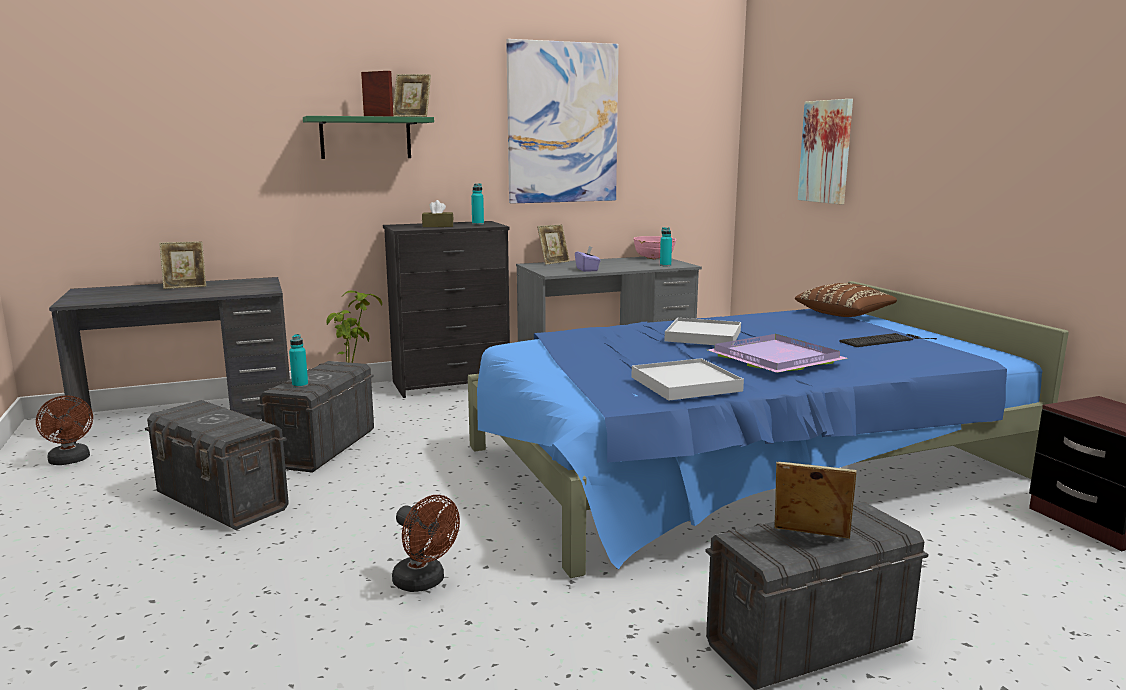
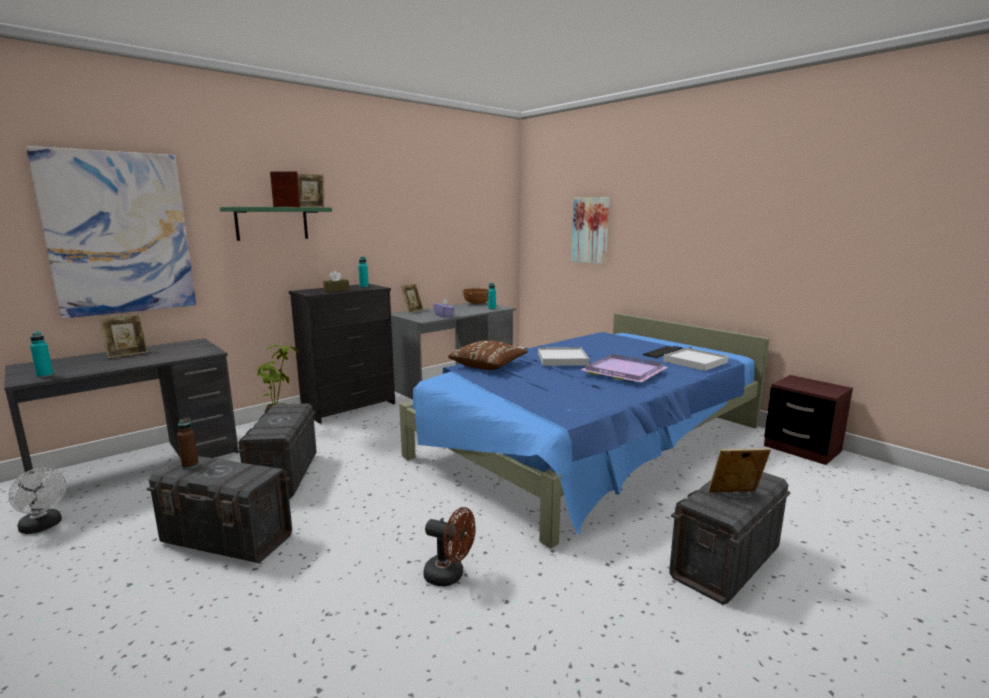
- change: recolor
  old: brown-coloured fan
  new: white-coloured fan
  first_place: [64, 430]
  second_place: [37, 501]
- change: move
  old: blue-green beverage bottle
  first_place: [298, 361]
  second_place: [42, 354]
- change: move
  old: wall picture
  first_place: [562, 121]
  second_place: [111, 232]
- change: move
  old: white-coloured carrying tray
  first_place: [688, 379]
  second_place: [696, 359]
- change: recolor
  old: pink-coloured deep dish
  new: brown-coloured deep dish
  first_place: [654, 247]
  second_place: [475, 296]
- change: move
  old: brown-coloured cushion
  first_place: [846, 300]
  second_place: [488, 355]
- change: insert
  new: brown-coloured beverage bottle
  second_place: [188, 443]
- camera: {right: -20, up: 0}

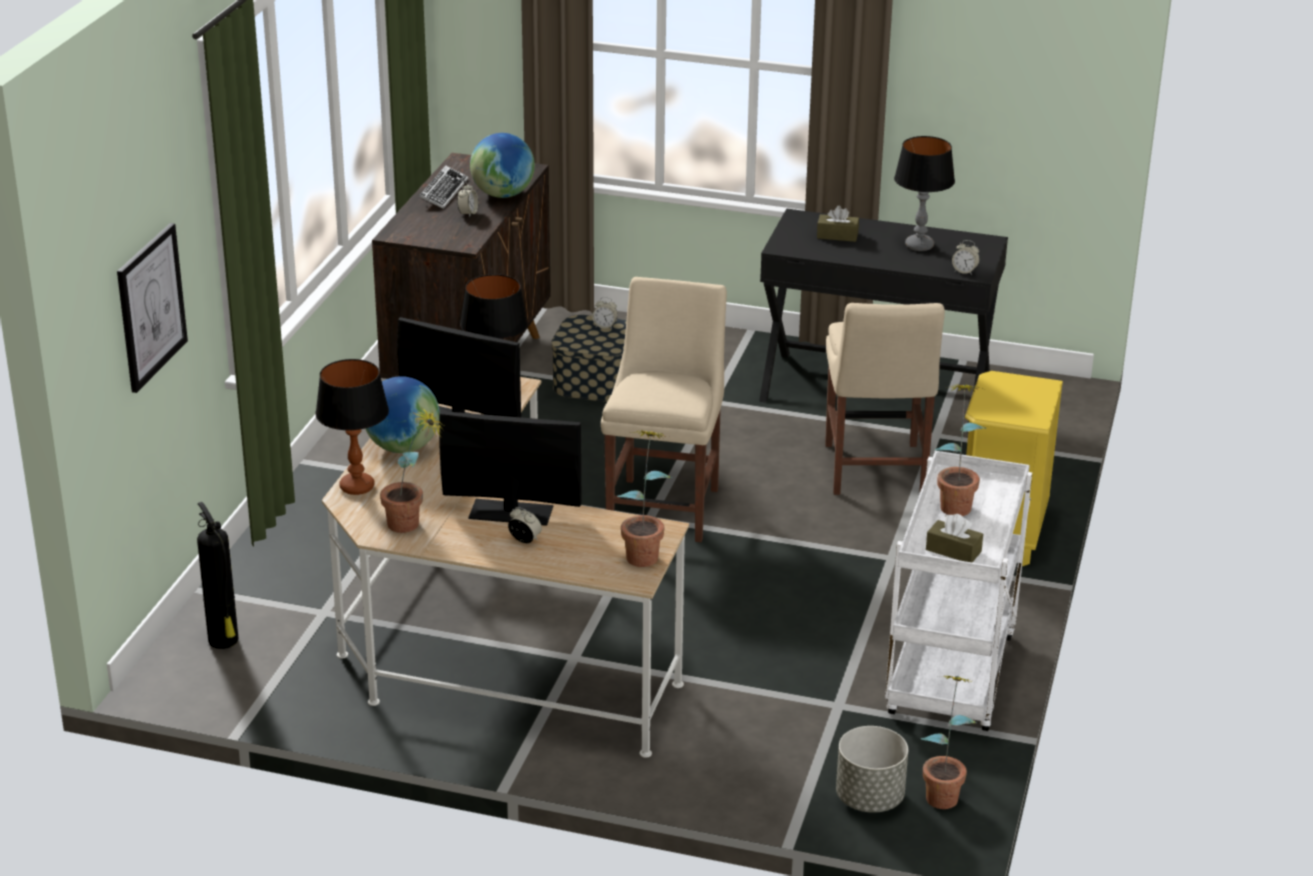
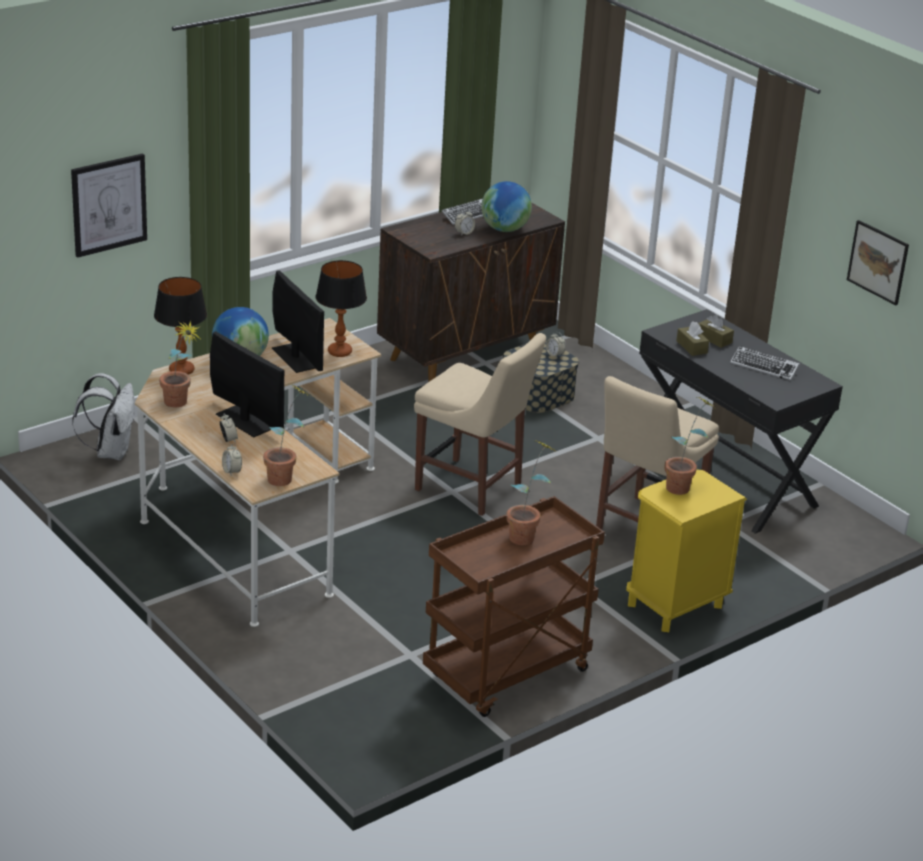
- change: replace
  old: extinguisher
  new: white-coloured backpack
  first_place: [218, 575]
  second_place: [103, 416]
- change: rotate
  old: beige-coloured chair
  first_place: [664, 409]
  second_place: [480, 424]
  degrees: 75
- change: delete
  old: greyish planter
  first_place: [872, 769]
- change: recolor
  old: white-coloured trolley
  new: brown-coloured trolley
  first_place: [958, 591]
  second_place: [514, 606]
- change: replace
  old: table lamp
  new: computer keyboard
  first_place: [924, 193]
  second_place: [764, 363]
- change: move
  old: houseplant
  first_place: [948, 742]
  second_place: [690, 446]
- change: move
  old: brown-coloured tissue box
  first_place: [954, 538]
  second_place: [692, 338]
- change: move
  old: bedside clock
  first_place: [966, 257]
  second_place: [232, 459]
- change: insert
  new: wall picture
  second_place: [878, 262]
- camera: {right: 35, up: 0}

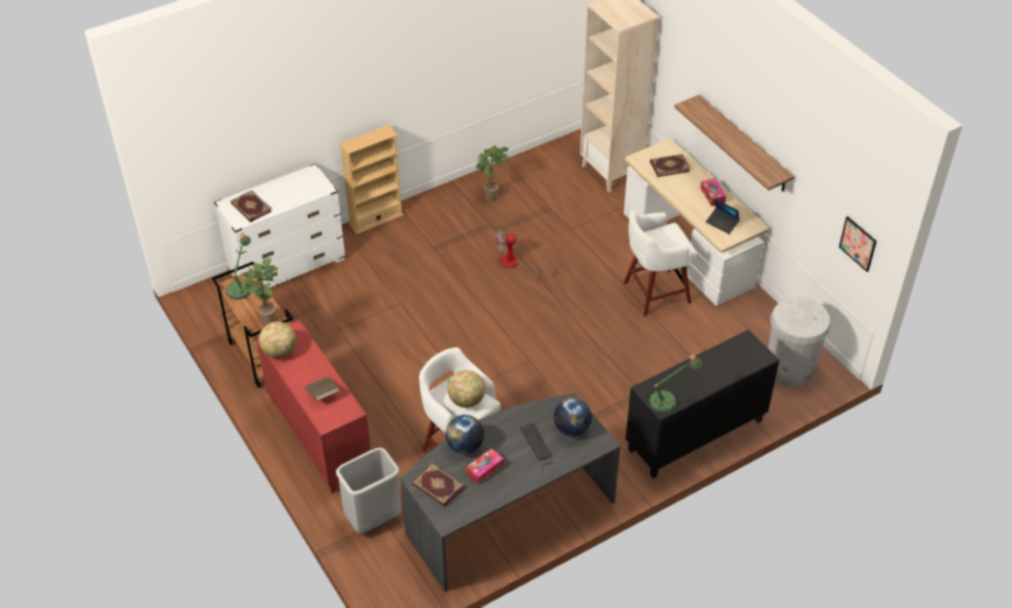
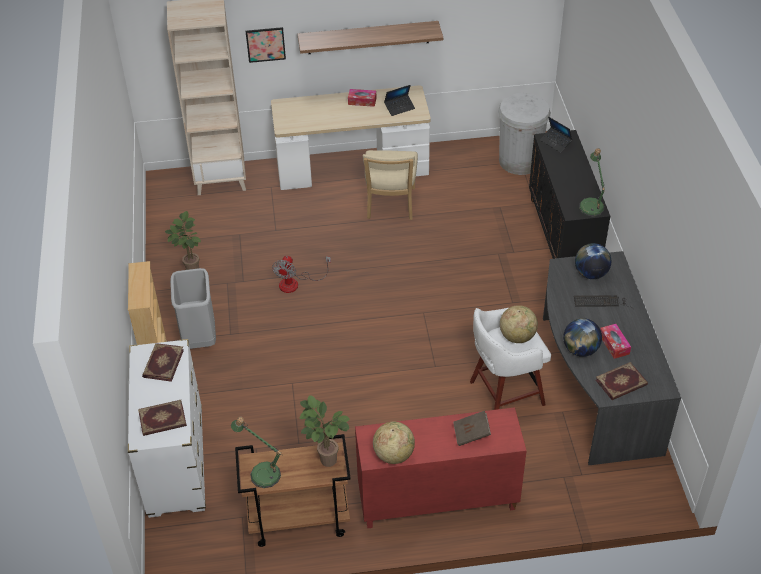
- change: move
  old: greyish trash can
  first_place: [369, 490]
  second_place: [193, 308]
- change: replace
  old: white-coloured stool seat
  new: beige-coloured chair
  first_place: [660, 263]
  second_place: [390, 185]
- change: move
  old: bound book
  first_place: [670, 165]
  second_place: [163, 362]
- change: move
  old: wall picture
  first_place: [858, 244]
  second_place: [266, 45]
- change: insert
  new: notebook computer
  second_place: [556, 134]
- camera: {right: -65, up: 0}

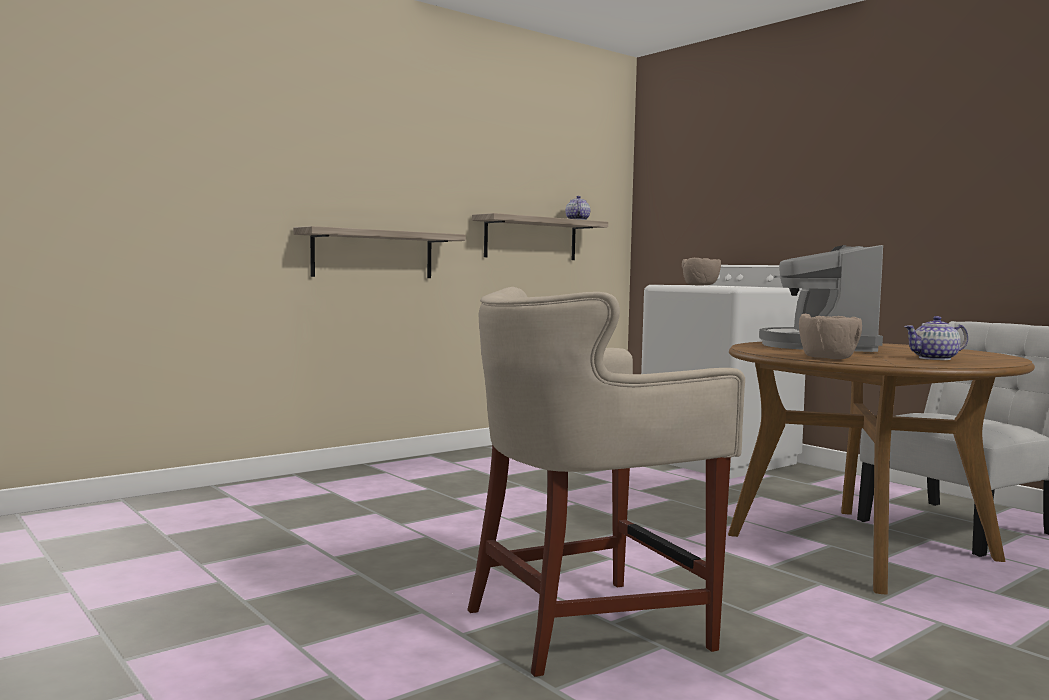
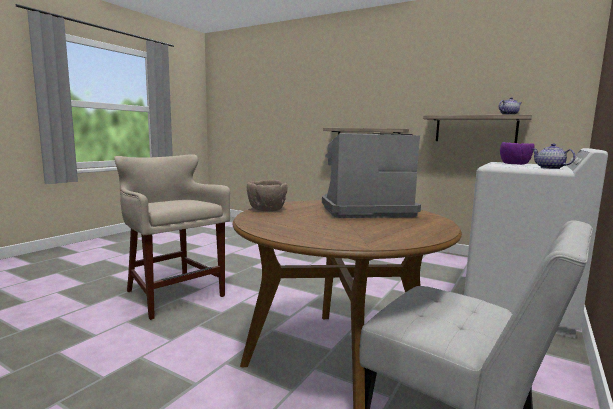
- change: recolor
  old: brown-coloured deep dish
  new: purple deep dish
  first_place: [701, 271]
  second_place: [517, 153]
- change: move
  old: teapot
  first_place: [936, 338]
  second_place: [554, 156]
- camera: {right: 70, up: 5}

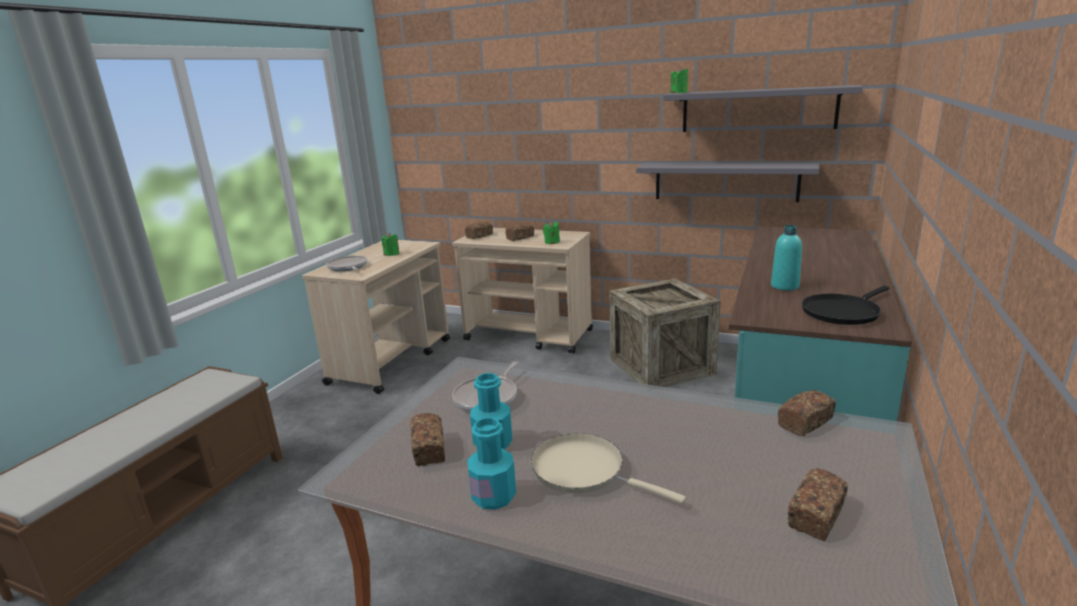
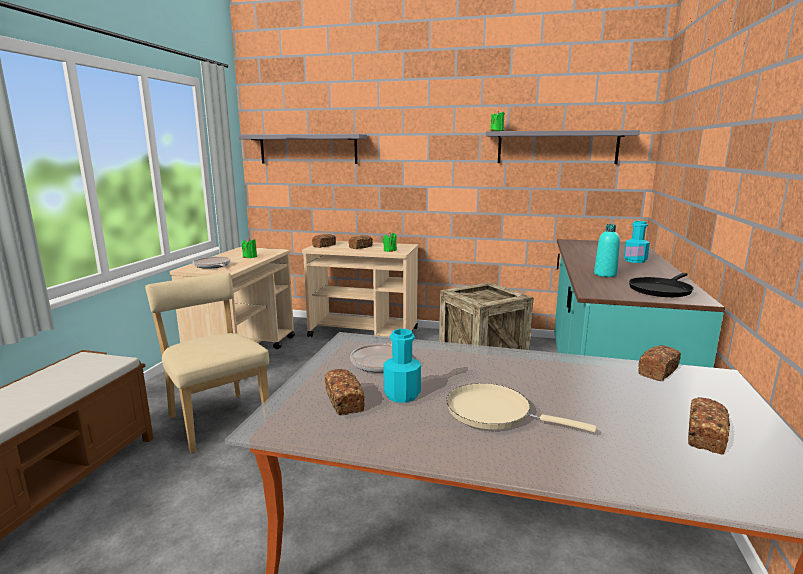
- change: move
  old: blue-green beverage bottle
  first_place: [491, 463]
  second_place: [637, 242]
- change: move
  old: greyish wall shelf
  first_place: [728, 182]
  second_place: [303, 149]
- change: insert
  new: beige-coloured chair
  second_place: [207, 363]
- camera: {right: -10, up: -5}

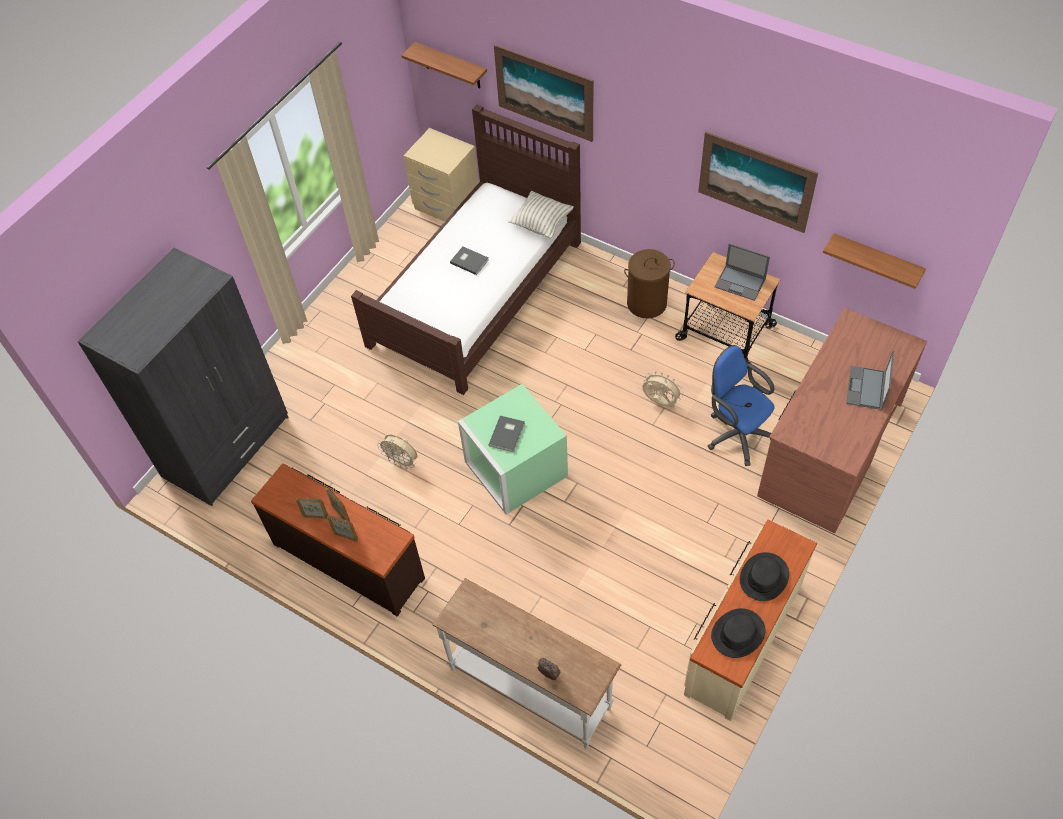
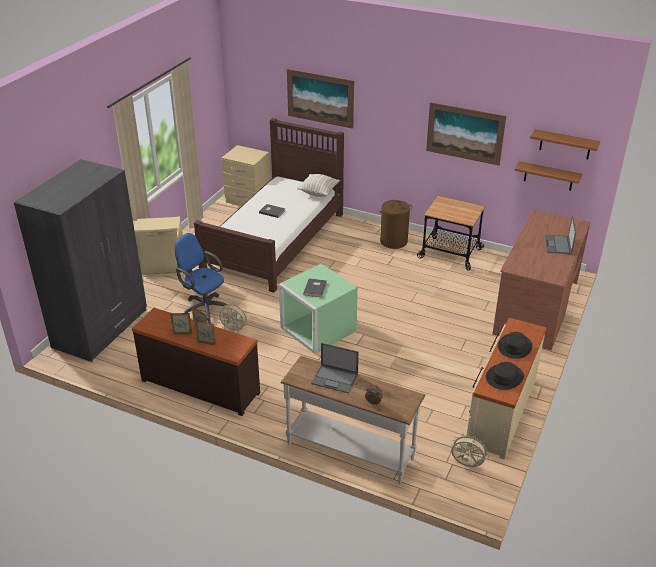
- change: move
  old: wall shelf
  first_place: [444, 65]
  second_place: [565, 144]
- change: move
  old: beige-coloured fan
  first_place: [663, 389]
  second_place: [470, 450]
- change: move
  old: bluish desk chair
  first_place: [741, 405]
  second_place: [203, 278]
- change: move
  old: notebook computer
  first_place: [742, 272]
  second_place: [335, 368]
- change: insert
  new: beige-coloured washing basket
  second_place: [159, 252]
- camera: {right: -10, up: -20}

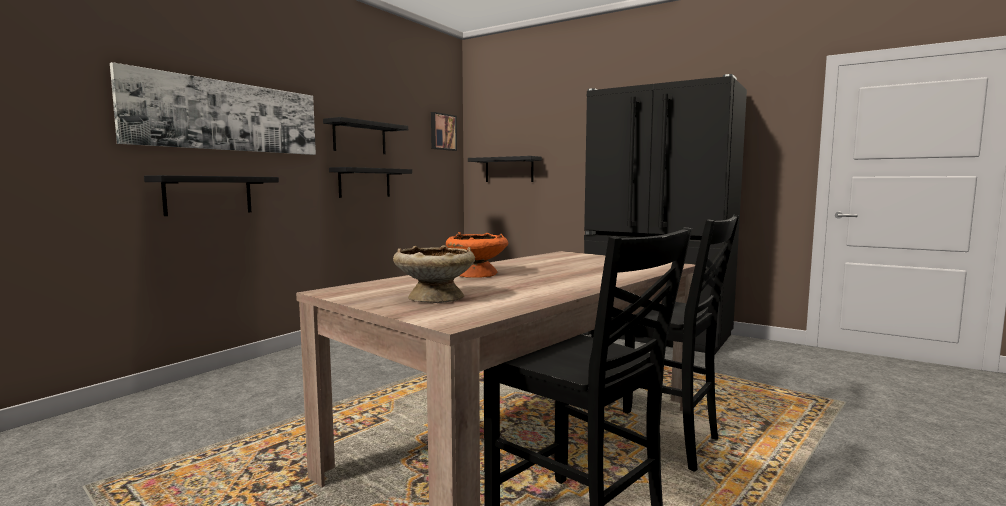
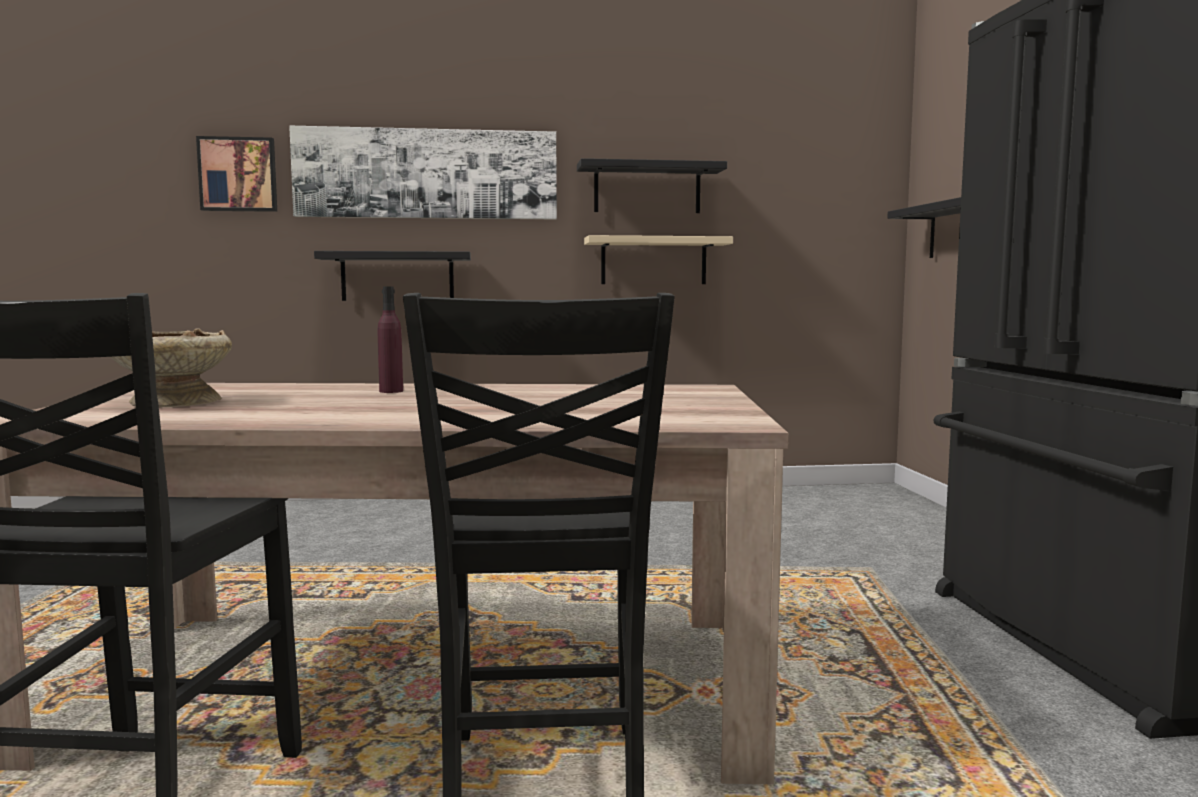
- change: recolor
  old: black-coloured wall shelf
  new: beige-coloured wall shelf
  first_place: [370, 182]
  second_place: [658, 259]
- change: move
  old: wall picture
  first_place: [444, 131]
  second_place: [236, 174]
- change: replace
  old: orangey deep dish
  new: purple beverage bottle
  first_place: [477, 255]
  second_place: [390, 340]
- camera: {right: 50, up: 0}

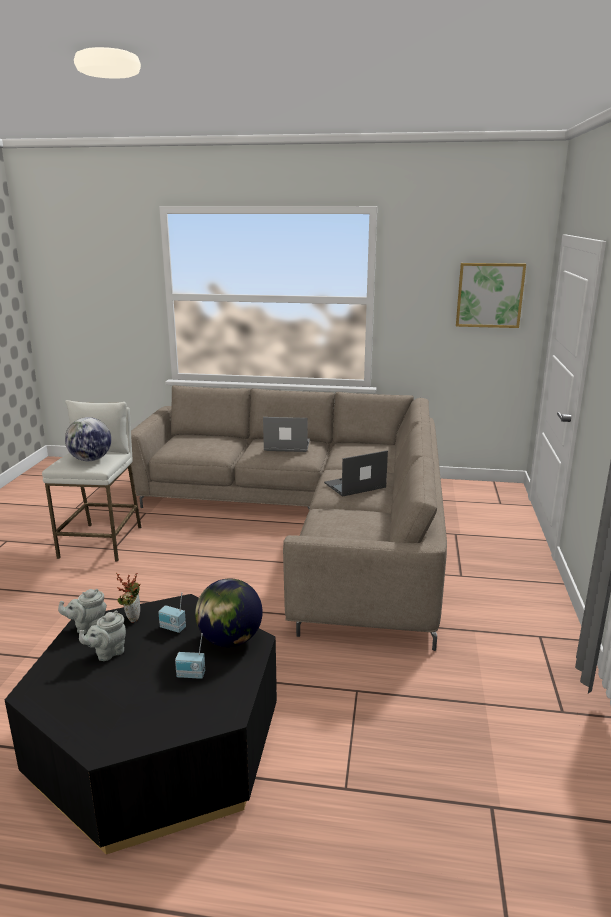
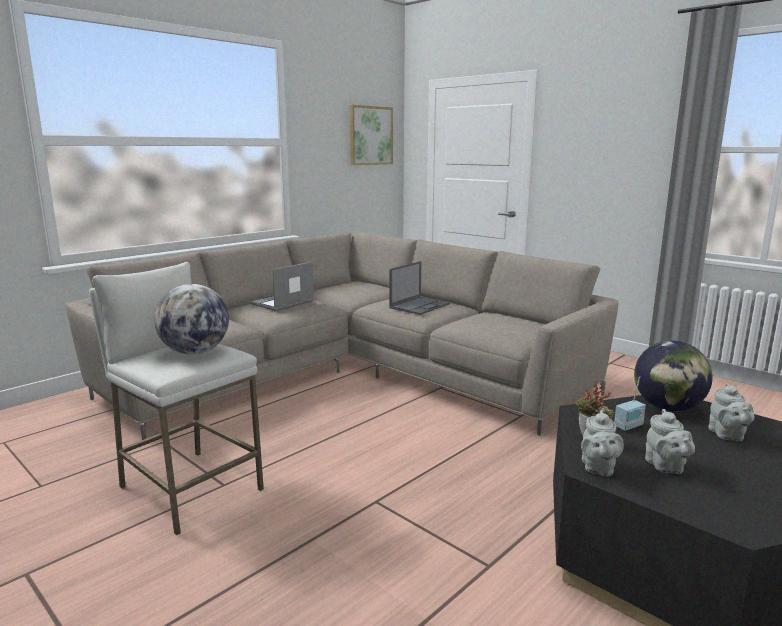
- change: replace
  old: radio receiver
  new: greyish teapot
  first_place: [190, 656]
  second_place: [731, 412]
- change: rotate
  old: notebook computer
  first_place: [356, 473]
  second_place: [419, 288]
  degrees: -150
- camera: {right: -55, up: -5}

